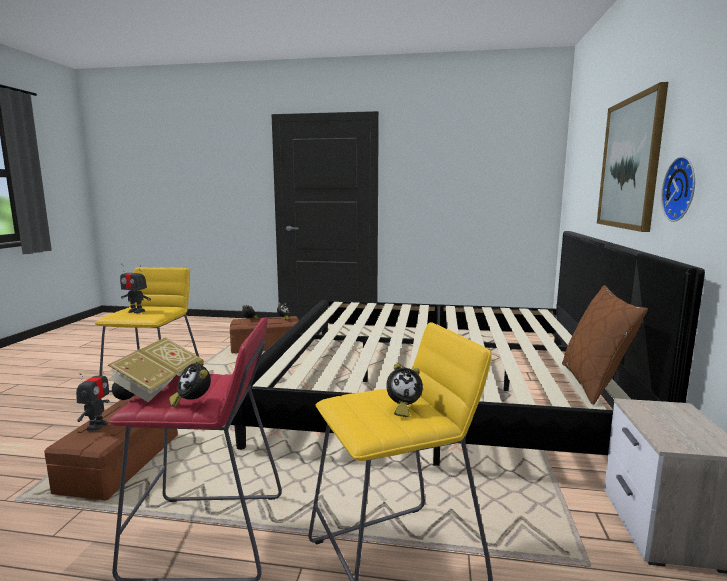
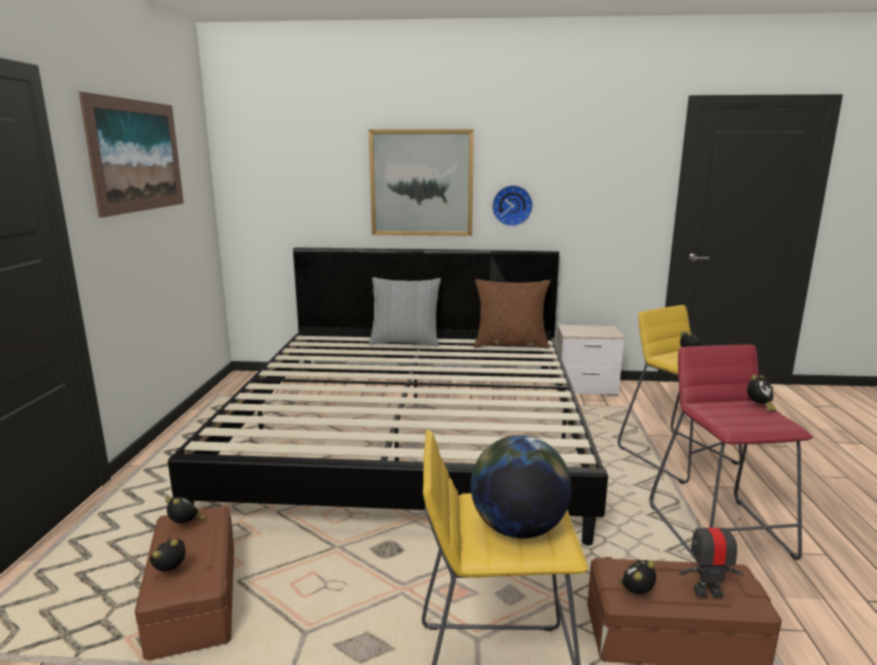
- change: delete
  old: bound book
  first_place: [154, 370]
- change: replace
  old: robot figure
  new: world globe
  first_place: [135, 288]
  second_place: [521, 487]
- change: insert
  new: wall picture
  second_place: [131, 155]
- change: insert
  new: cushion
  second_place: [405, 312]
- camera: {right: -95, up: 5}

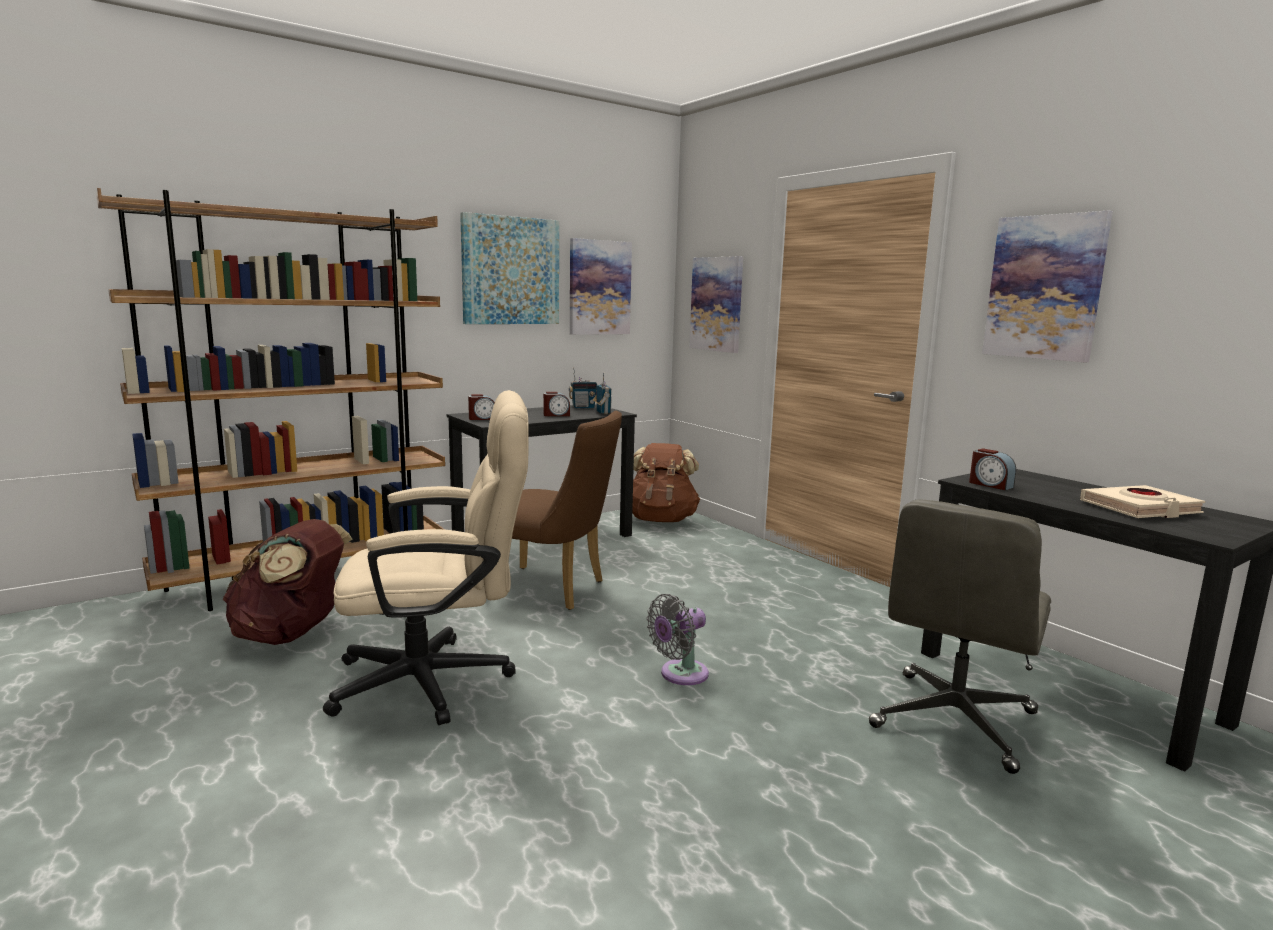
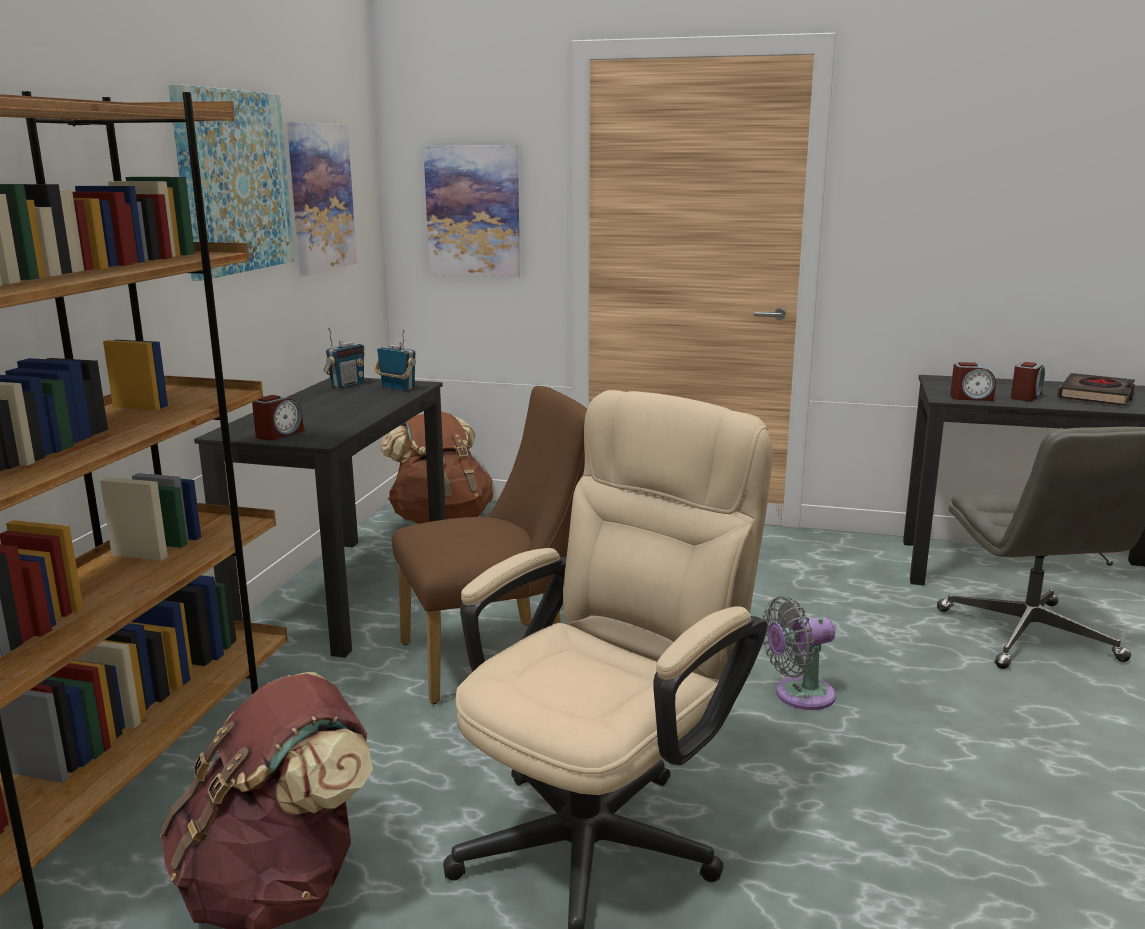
- change: move
  old: bedside clock
  first_place: [556, 404]
  second_place: [1028, 381]
- change: rotate
  old: greyish fan
  first_place: [678, 639]
  second_place: [799, 653]
  degrees: 60
- change: delete
  old: wall picture
  first_place: [1047, 286]
- change: recolor
  old: beige-coloured bound book
  new: black-coloured bound book
  first_place: [1143, 501]
  second_place: [1096, 389]
- camera: {right: -40, up: 5}

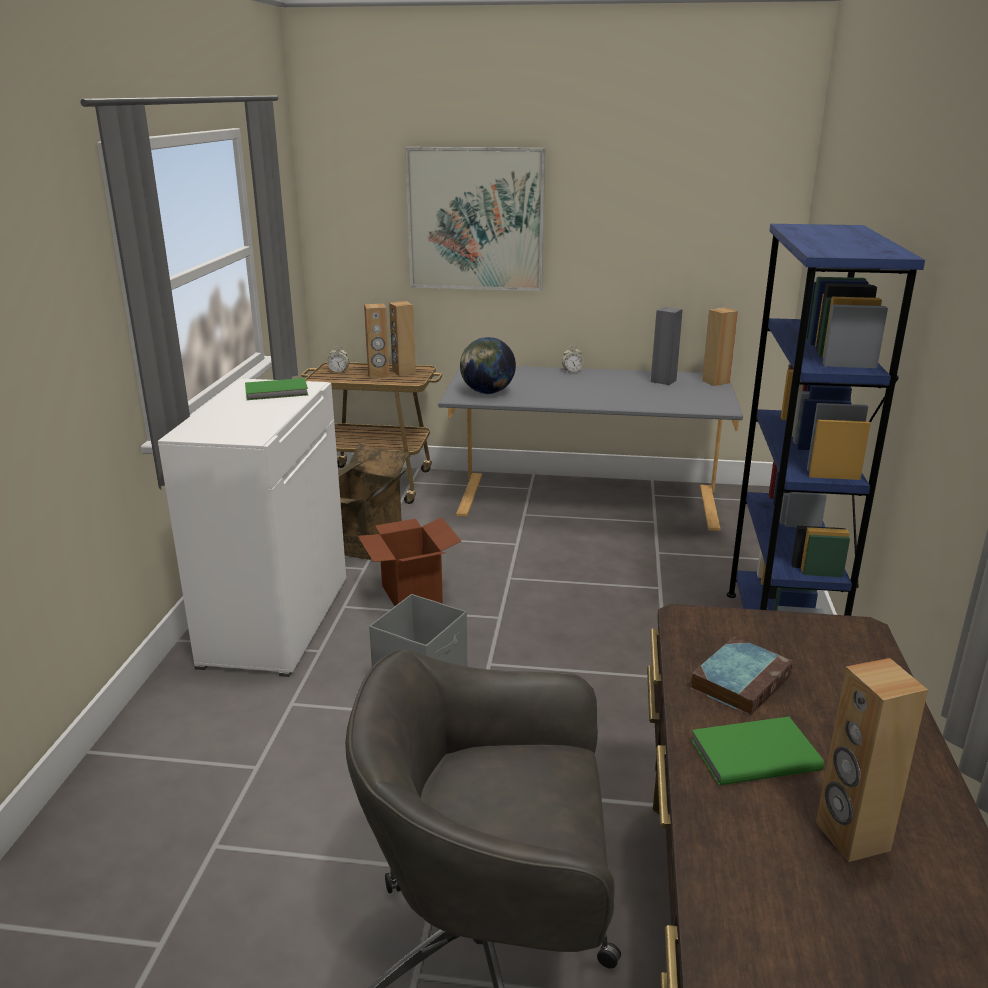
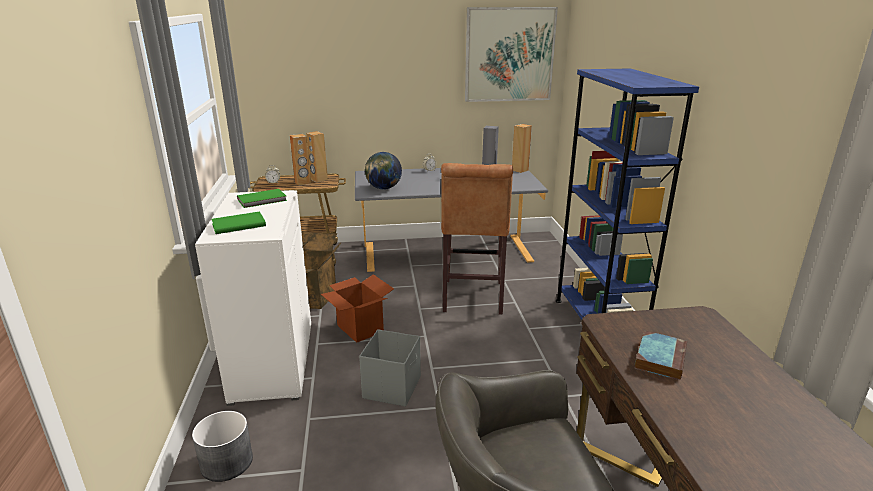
- change: move
  old: wall picture
  first_place: [475, 219]
  second_place: [511, 54]
- change: move
  old: green-coloured bound book
  first_place: [757, 751]
  second_place: [238, 222]
- change: delete
  old: brown-coloured loudspeaker
  first_place: [872, 760]
- change: insert
  new: greyish planter
  second_place: [222, 446]
- change: insert
  new: brown-coloured stool seat
  second_place: [477, 239]
- camera: {right: -15, up: 0}

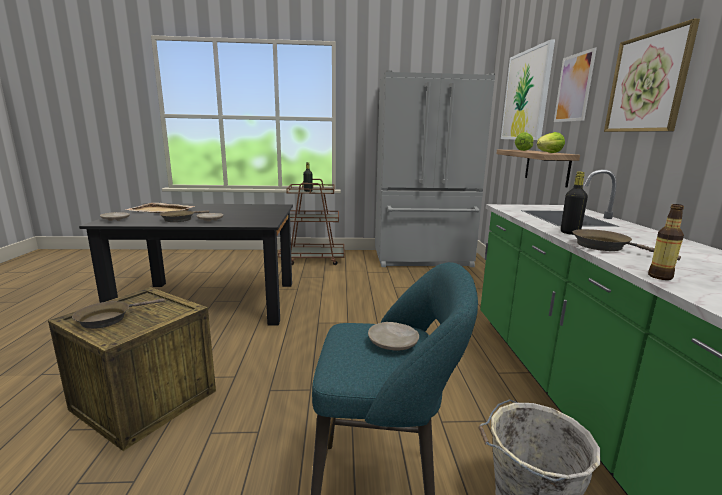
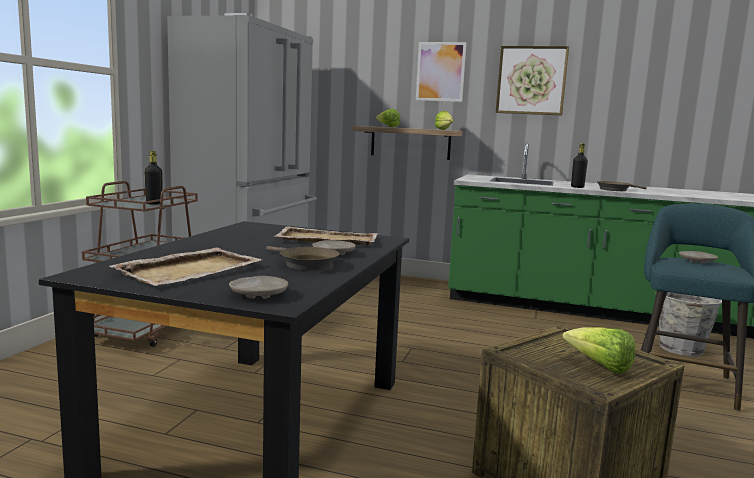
- change: replace
  old: brown-coloured frying pan
  new: head of lettuce
  first_place: [118, 313]
  second_place: [599, 350]
- change: delete
  old: wall picture
  first_place: [528, 89]
- change: delete
  old: beverage bottle
  first_place: [666, 242]
- change: insert
  new: beige-coloured carrying tray
  second_place: [326, 236]
- camera: {right: -70, up: -5}

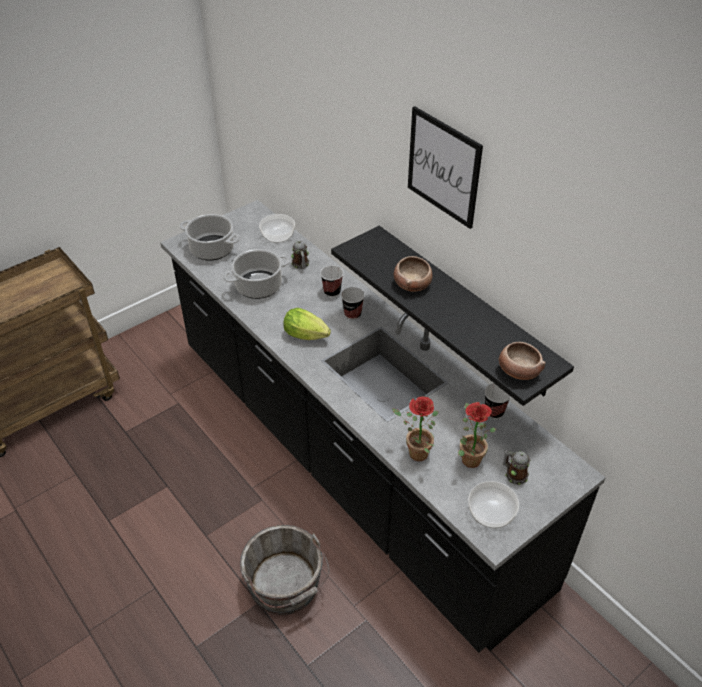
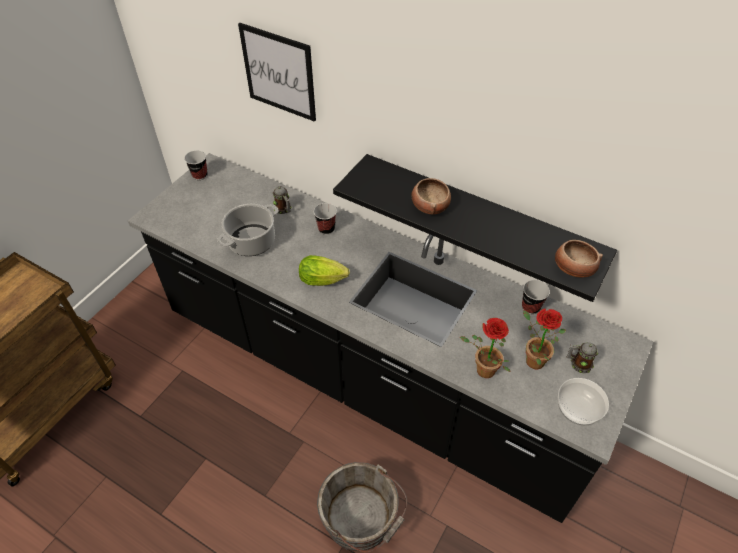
- change: delete
  old: stockpot
  first_place: [210, 237]
- change: delete
  old: deep dish
  first_place: [277, 228]
- change: move
  old: cup
  first_place: [353, 303]
  second_place: [196, 165]
- change: move
  old: wall picture
  first_place: [445, 167]
  second_place: [277, 72]
- camera: {right: -20, up: 5}

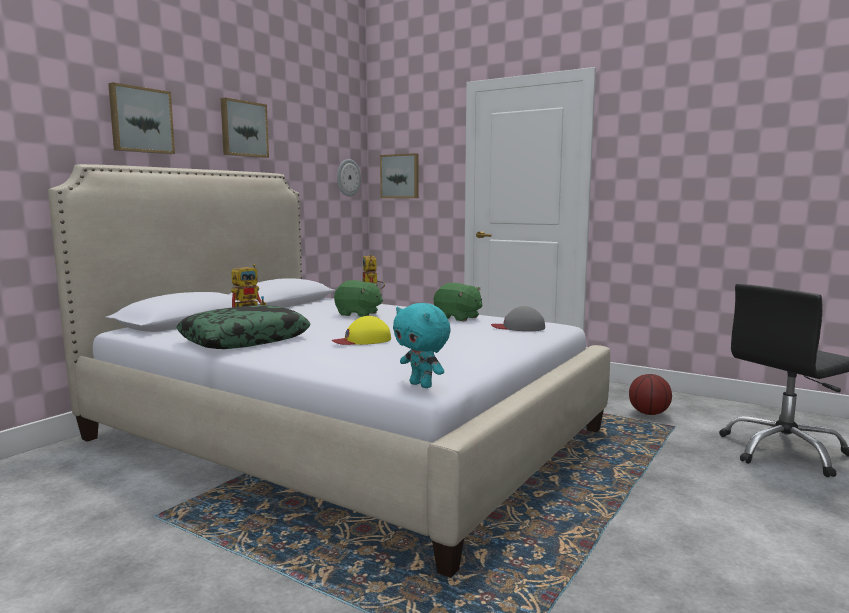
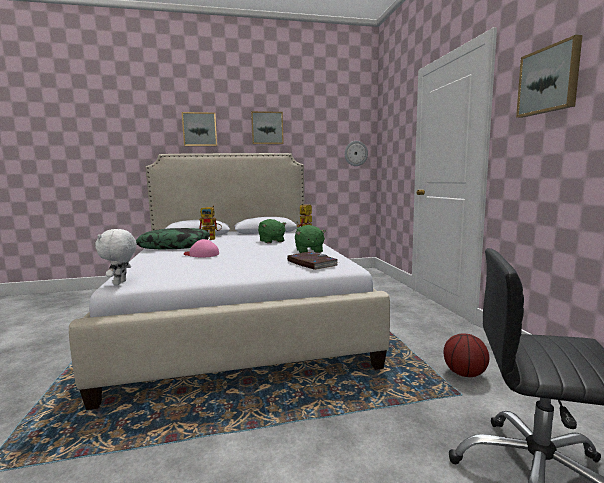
- change: recolor
  old: yellow cap
  new: pink-coloured cap
  first_place: [361, 330]
  second_place: [201, 248]
- change: move
  old: wall picture
  first_place: [399, 175]
  second_place: [549, 76]
- change: recolor
  old: blue-green soft toy
  new: white-coloured soft toy
  first_place: [422, 345]
  second_place: [116, 257]
- change: replace
  old: greyish cap
  new: bound book
  first_place: [518, 318]
  second_place: [312, 261]
- camera: {right: 45, up: 0}

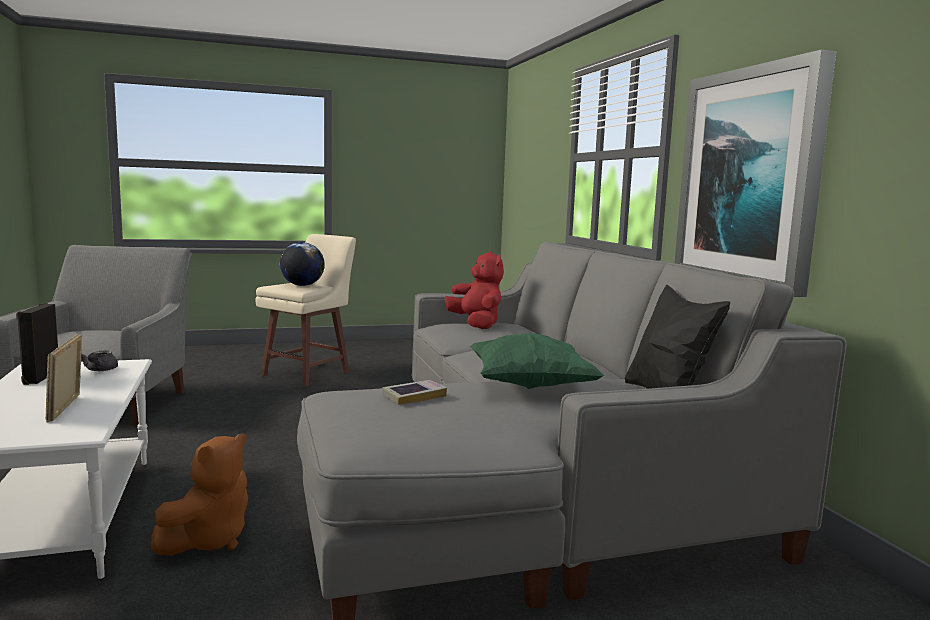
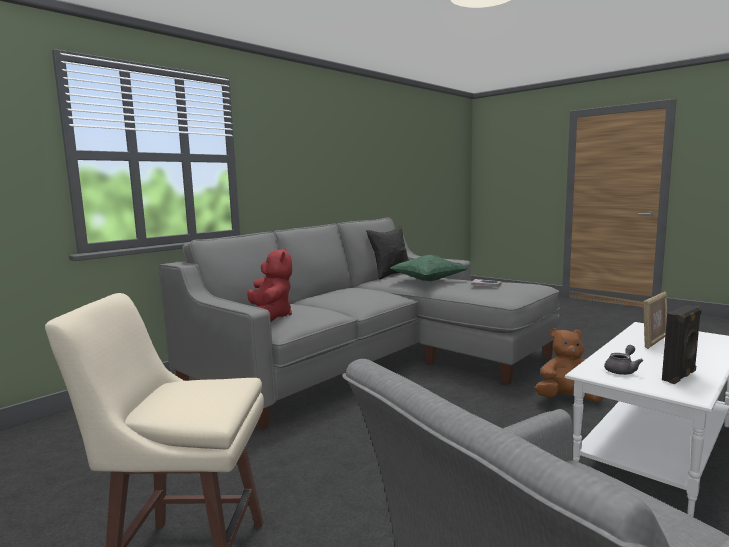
- change: delete
  old: world globe
  first_place: [302, 264]
- change: rotate
  old: reddish soft toy
  first_place: [474, 290]
  second_place: [269, 284]
  degrees: 135
- change: delete
  old: wall picture
  first_place: [755, 173]
- camera: {right: -120, up: 0}

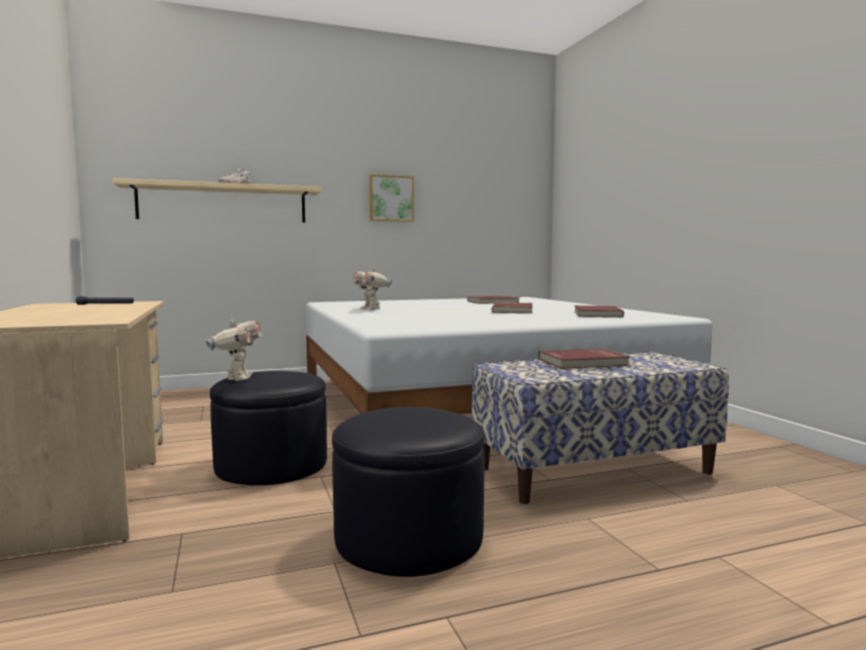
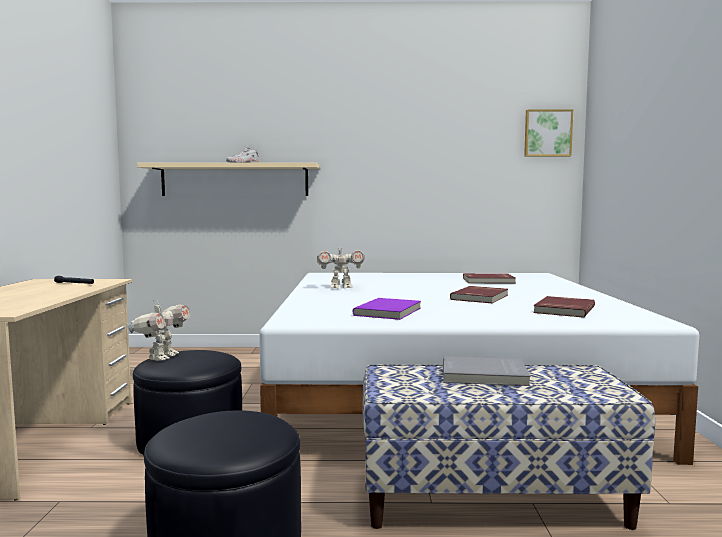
- change: rotate
  old: robot figure
  first_place: [372, 288]
  second_place: [341, 267]
  degrees: -90
- change: move
  old: wall picture
  first_place: [391, 198]
  second_place: [548, 133]
- change: recolor
  old: reddish bound book
  new: greyish bound book
  first_place: [584, 359]
  second_place: [487, 371]
- change: insert
  new: purple bound book
  second_place: [387, 309]
- camera: {right: 20, up: 0}

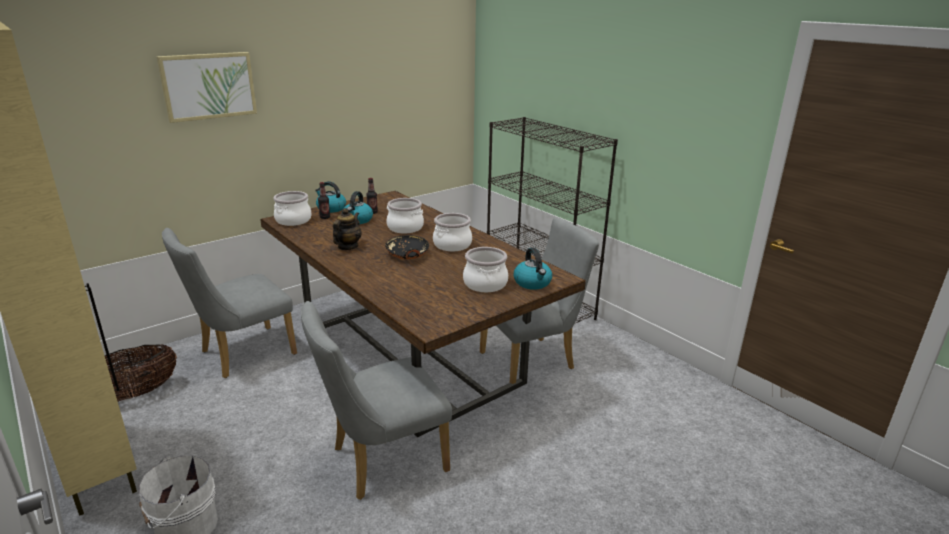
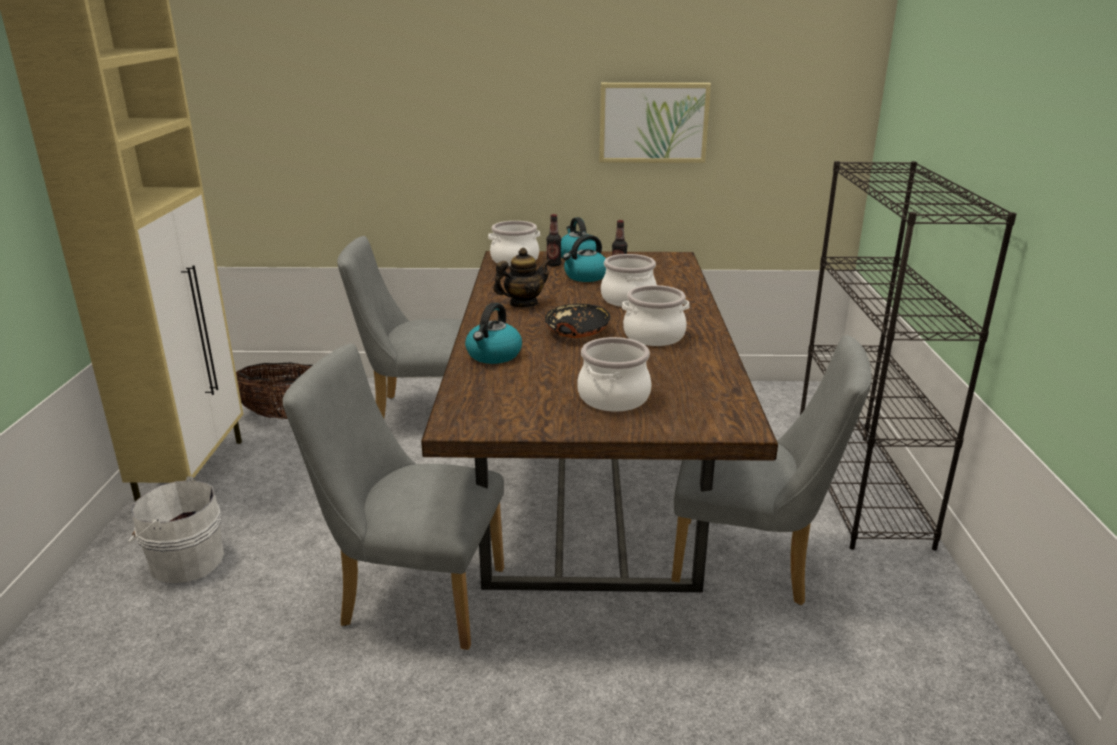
- change: move
  old: wall picture
  first_place: [206, 87]
  second_place: [655, 123]
- change: move
  old: kettle
  first_place: [533, 269]
  second_place: [493, 333]
- camera: {right: 40, up: 0}

